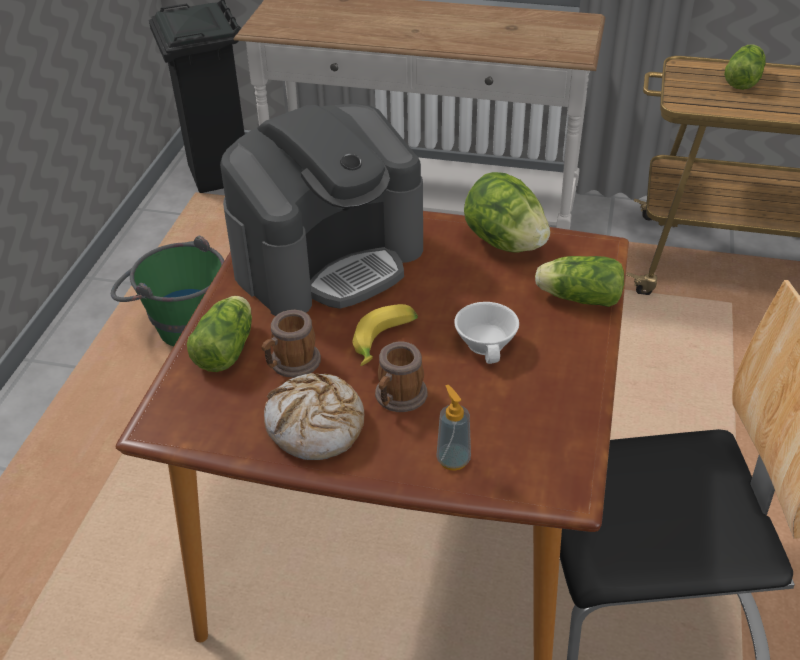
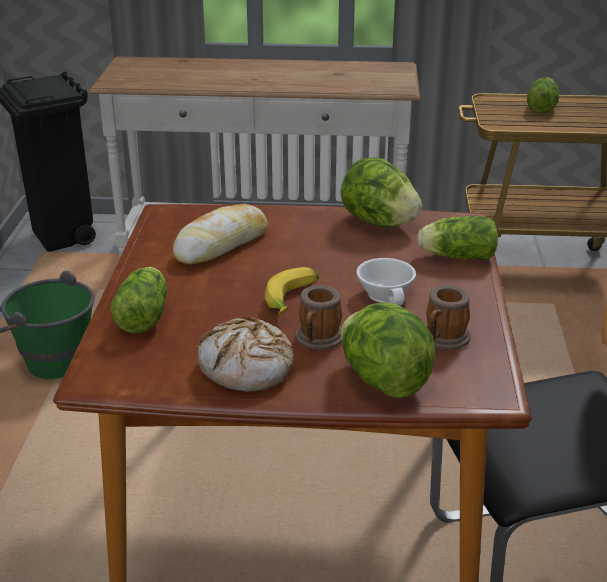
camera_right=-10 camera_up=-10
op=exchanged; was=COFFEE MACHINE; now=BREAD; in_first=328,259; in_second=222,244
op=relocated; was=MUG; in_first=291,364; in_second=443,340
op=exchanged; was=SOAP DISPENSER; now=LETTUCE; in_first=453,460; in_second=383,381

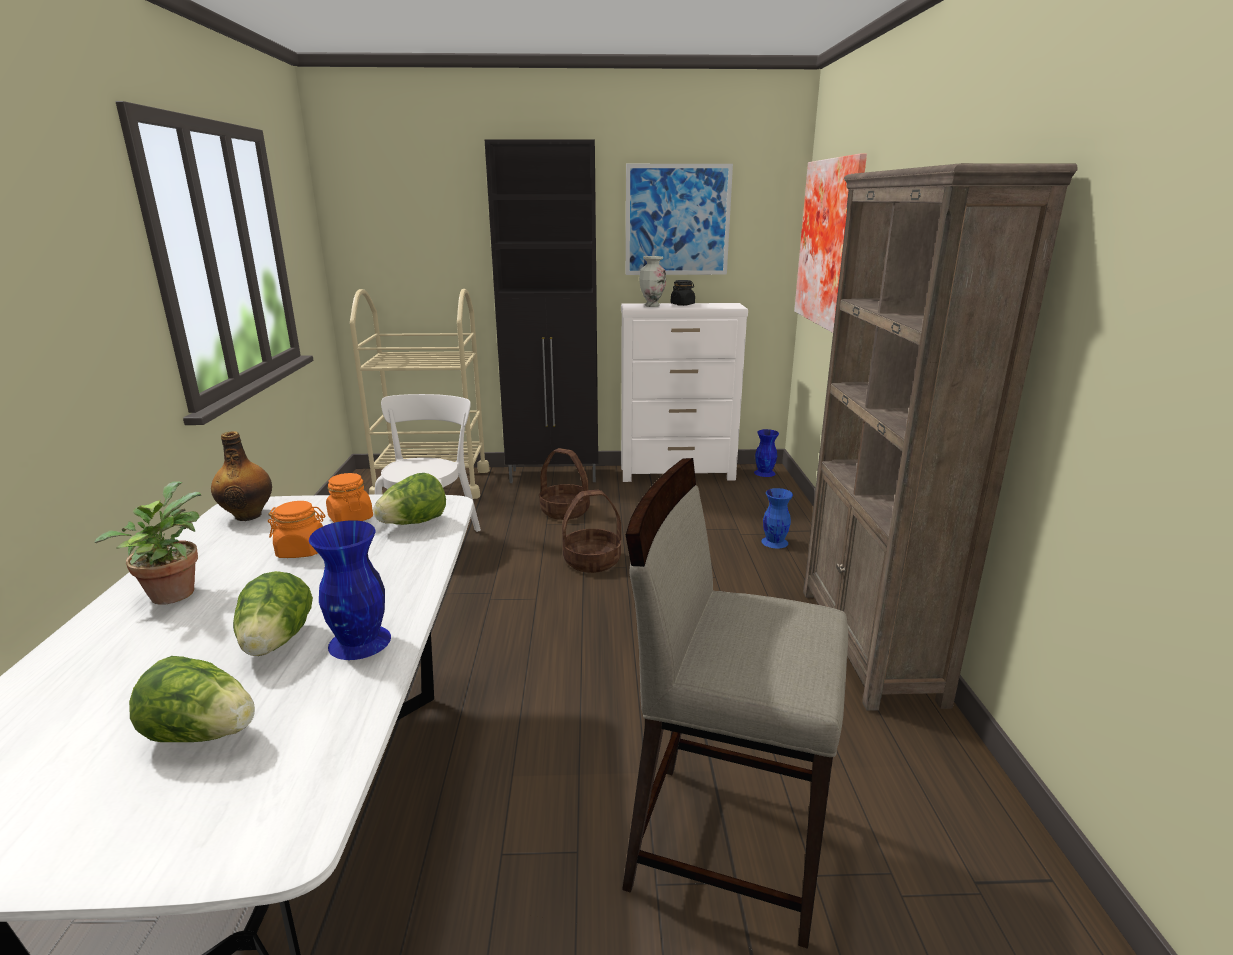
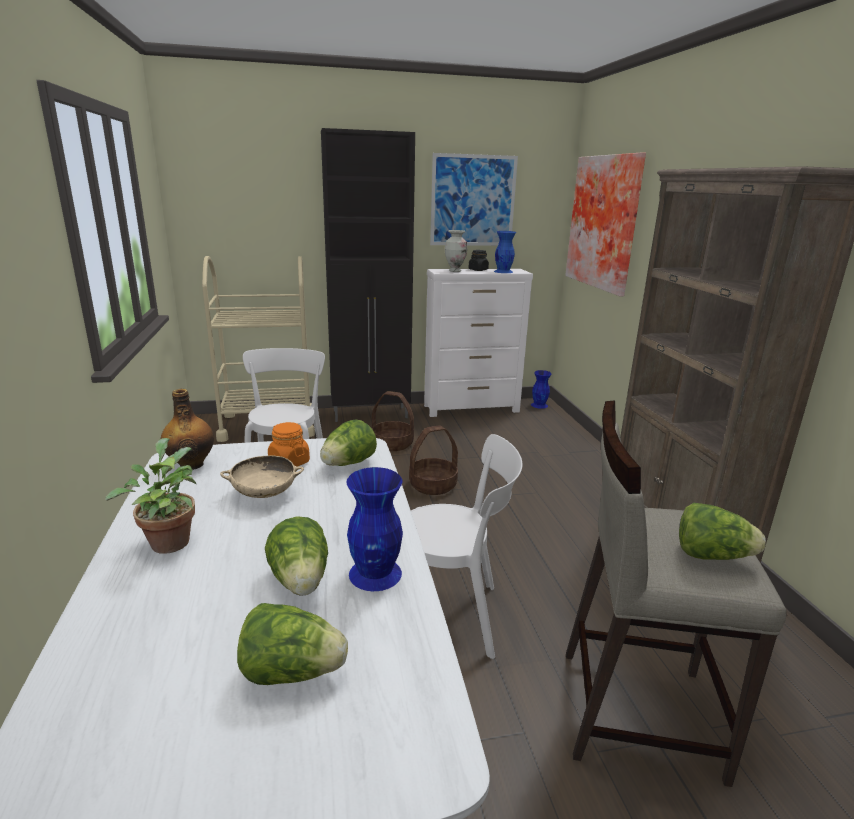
camera_right=-10 camera_up=0
op=relocated; was=BLUE VASE; in_first=775,542; in_second=503,271
op=exchanged; was=ORANGE JAR; now=BEIGE BOWL; in_first=302,550; in_second=264,494
op=appeared; now=WHITE CHAIR; in_second=452,615
op=appeared; now=LETTUCE; in_second=711,555

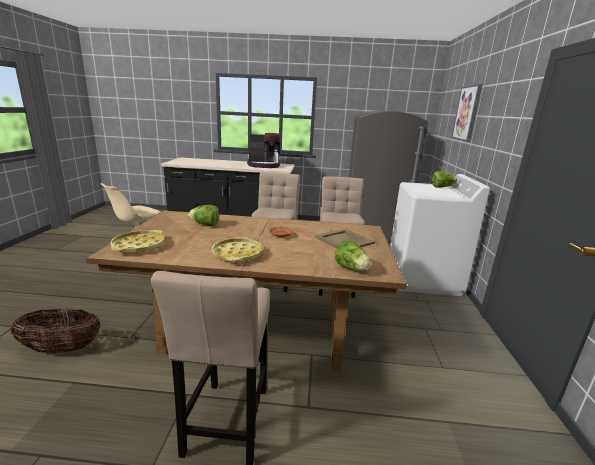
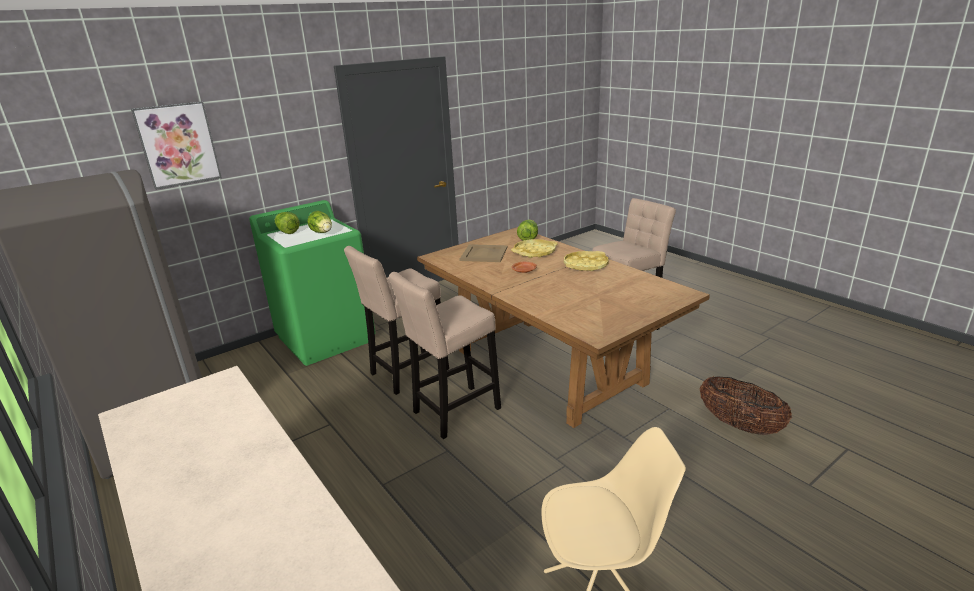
camera_right=-130 camera_up=5
op=missing; was=COFFEE MACHINE; in_first=264,165
op=colour; was=WHITE WASHING MACHINE; now=GREEN WASHING MACHINE; in_first=422,279; in_second=326,338
op=relocated; was=LETTUCE; in_first=205,225; in_second=322,233
op=relocated; was=YELLOW TRAY; in_first=139,246; in_second=534,252

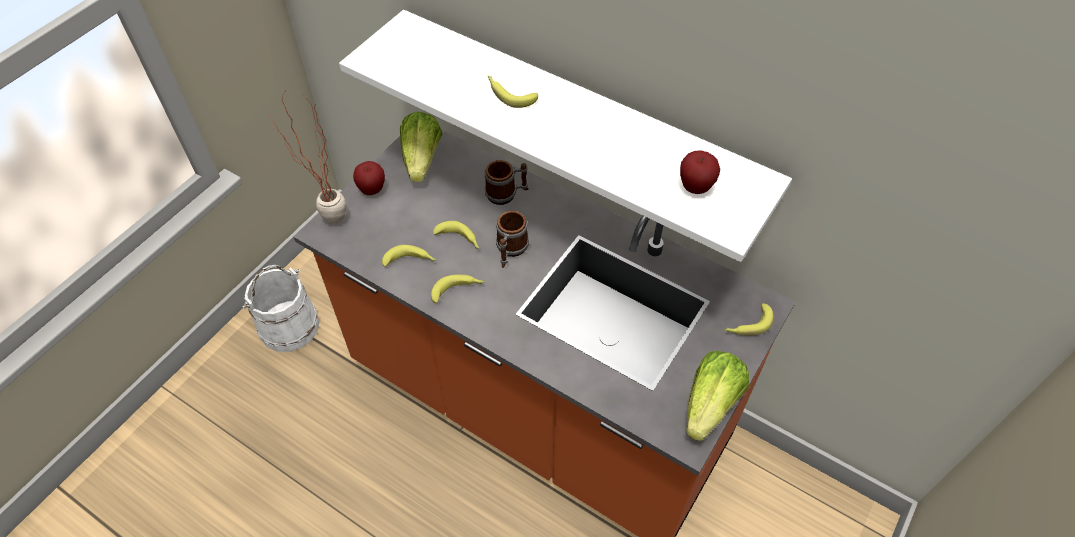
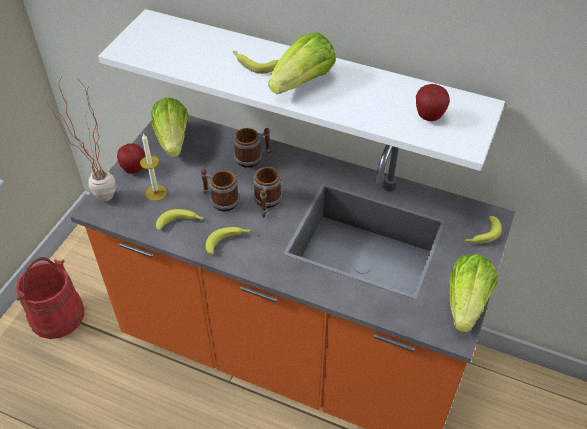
camera_right=-10 camera_up=-5
op=exchanged; was=BANANA; now=MUG; in_first=459,240; in_second=220,200
op=colour; was=WHITE BUCKET; now=RED BUCKET; in_first=289,326; in_second=57,315
op=appeared; now=LETTUCE; in_second=303,82
op=appeared; now=CANDLE; in_second=156,193

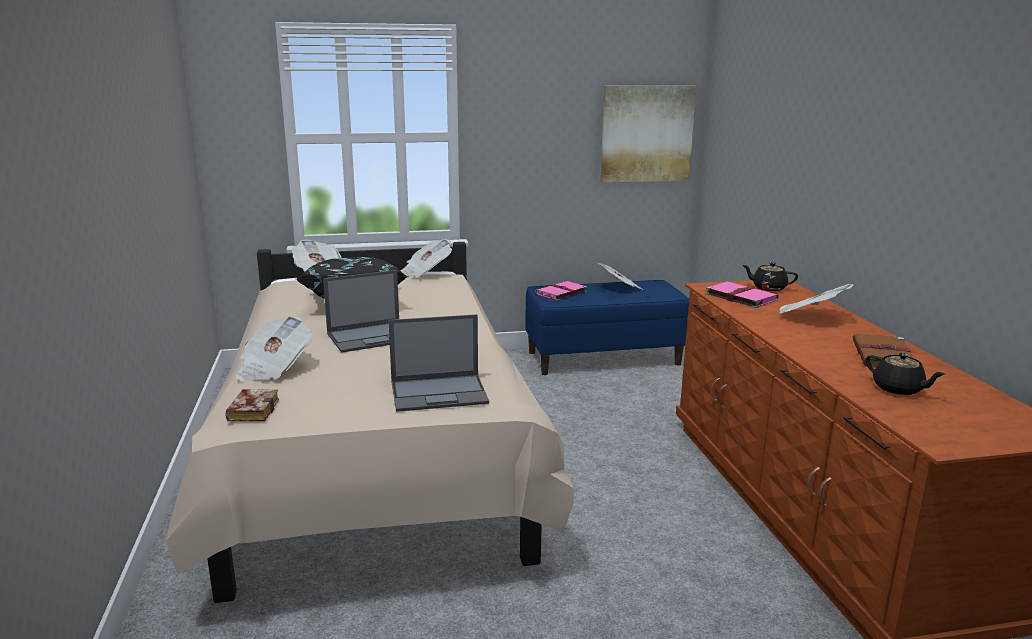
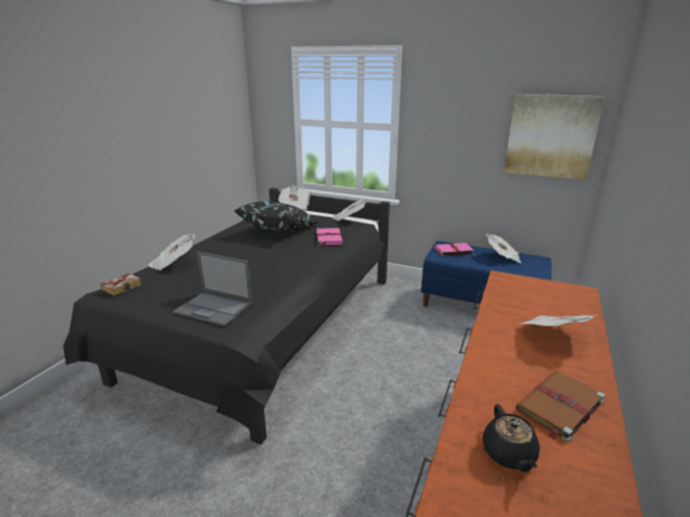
camera_right=35 camera_up=5
op=colour; was=BEIGE BED; now=BLACK BED; in_first=376,457; in_second=265,329
op=missing; was=BLACK TEAPOT; in_first=768,288
op=missing; was=LAPTOP; in_first=372,337
op=relocated; was=PINK BOOK; in_first=740,297; in_second=328,238

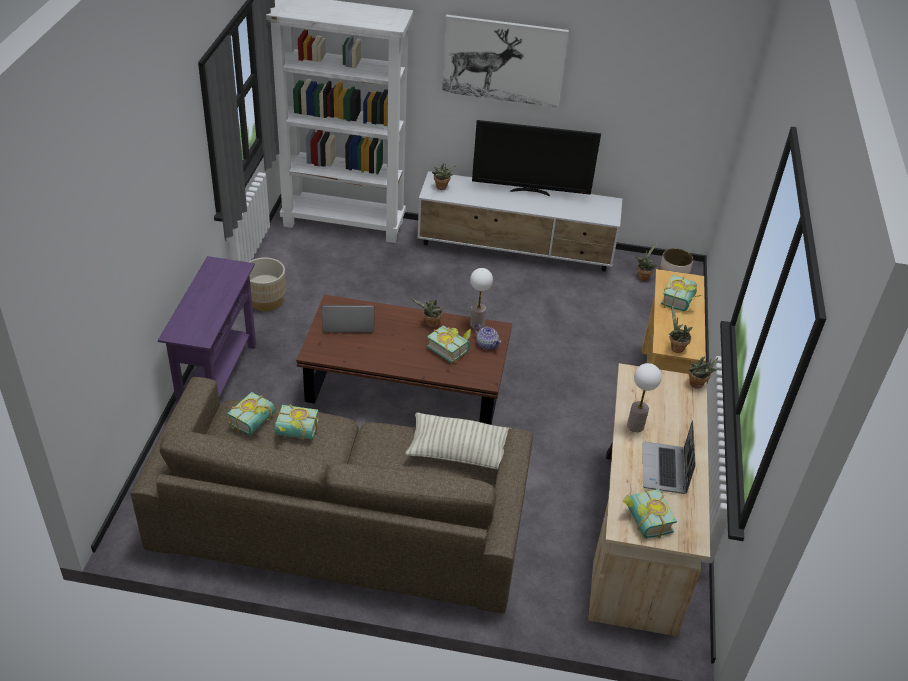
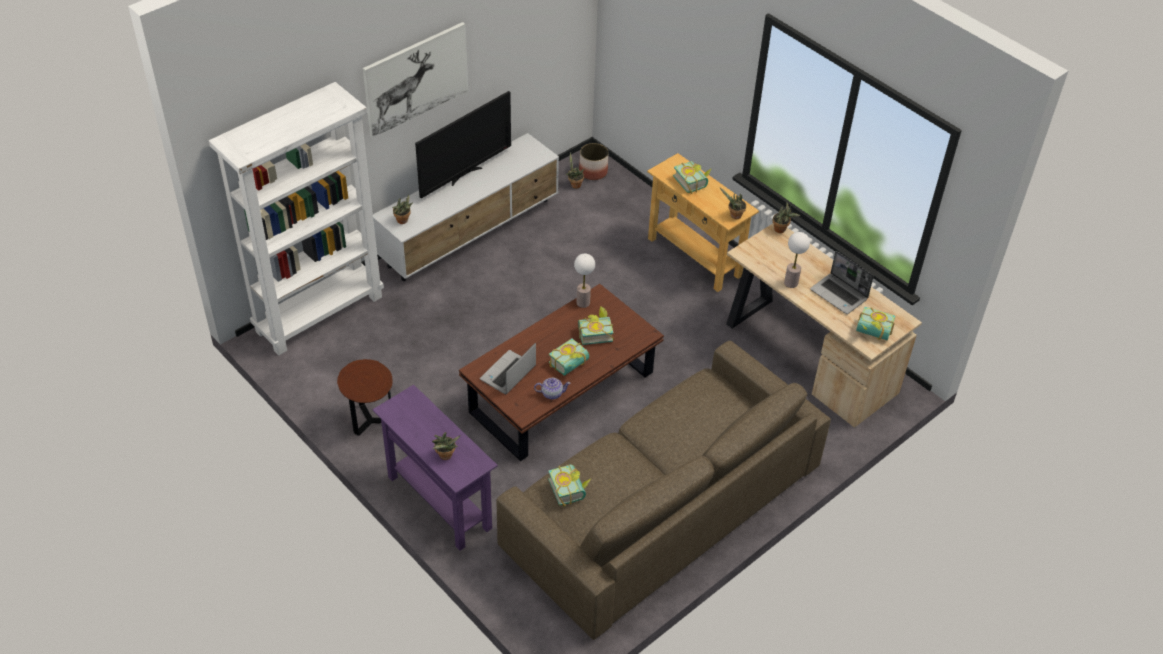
camera_right=-50 camera_up=5
op=exchanged; was=BEIGE PLANTER; now=BROWN SIDE TABLE; in_first=266,301; in_second=370,421
op=relocated; was=POTTED PLANT; in_first=430,324; in_second=445,457
op=relocated; was=TEAPOT; in_first=486,344; in_second=551,393
op=relocated; was=BOOK; in_first=296,433; in_second=571,365
op=missing; was=PILLOW; in_first=460,452

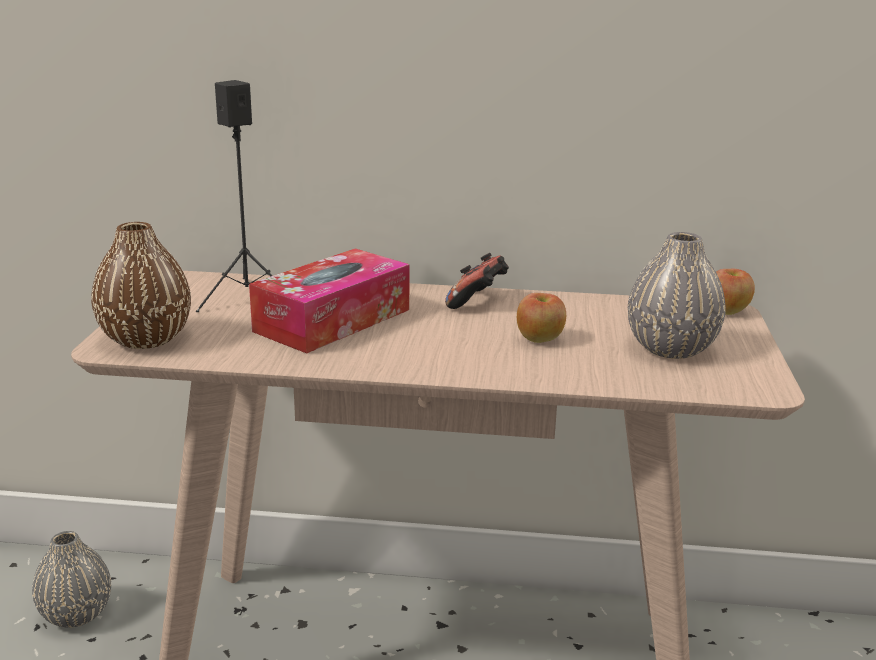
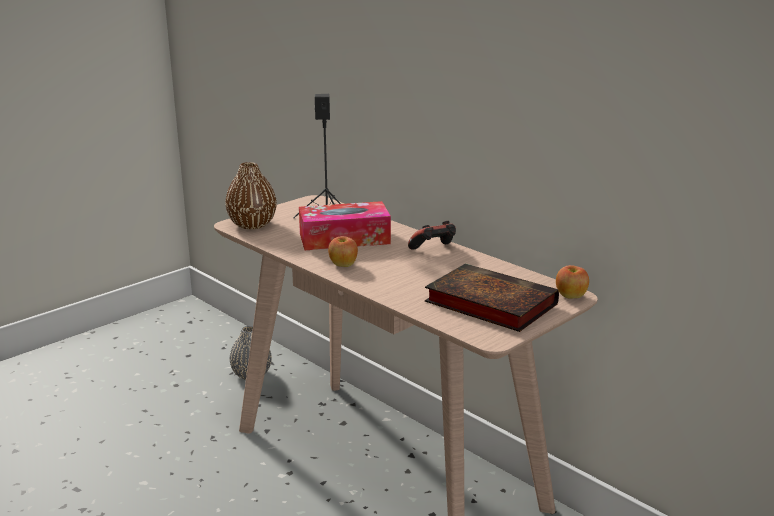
camera_right=40 camera_up=0
op=exchanged; was=GREY VASE; now=BOOK; in_first=670,348; in_second=487,303
op=relocated; was=APPLE; in_first=539,339; in_second=343,265

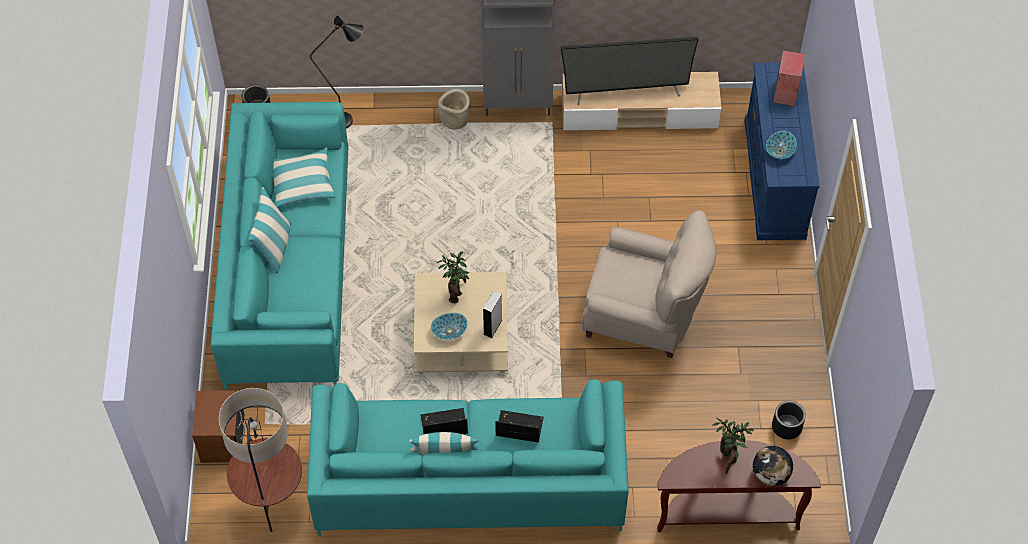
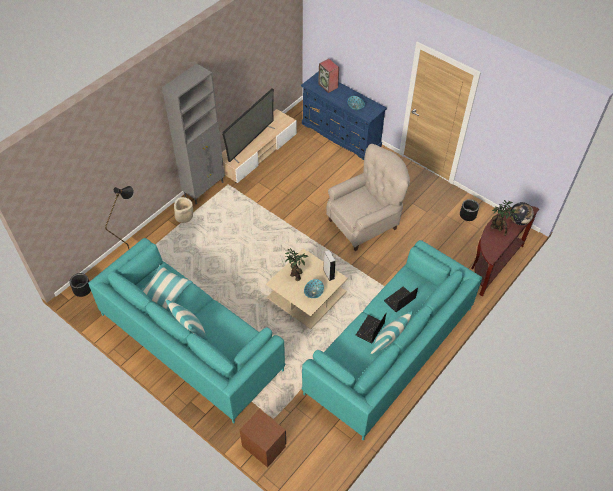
camera_right=-50 camera_up=-5
op=missing; was=FLOOR LAMP; in_first=272,504

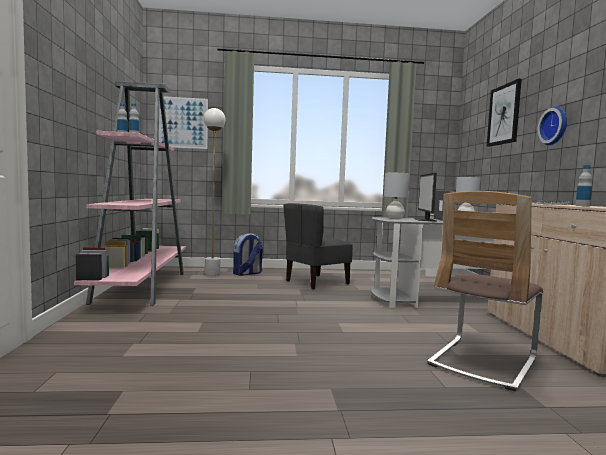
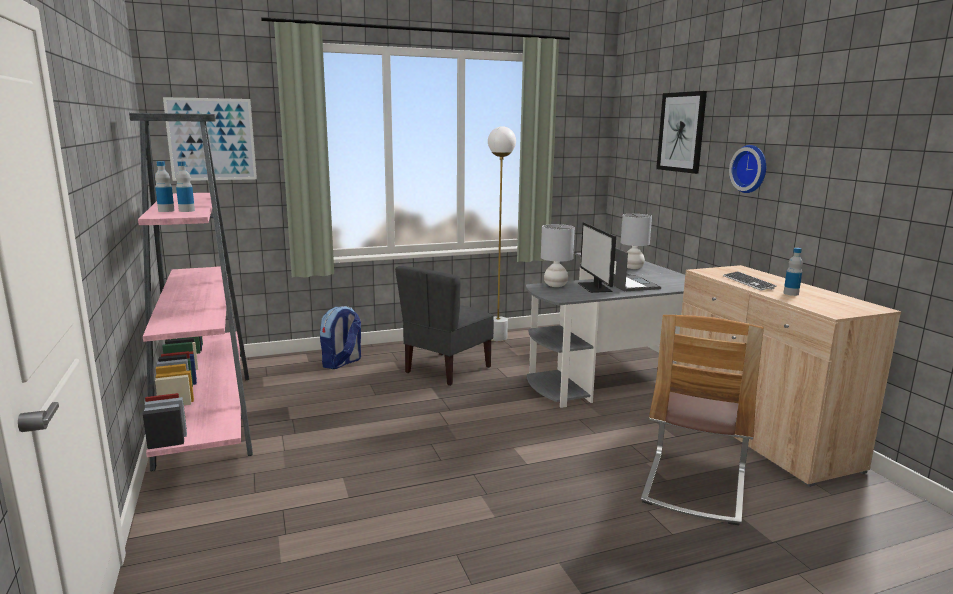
camera_right=-15 camera_up=10
op=relocated; was=WHITE FLOOR LAMP; in_first=212,274; in_second=497,338

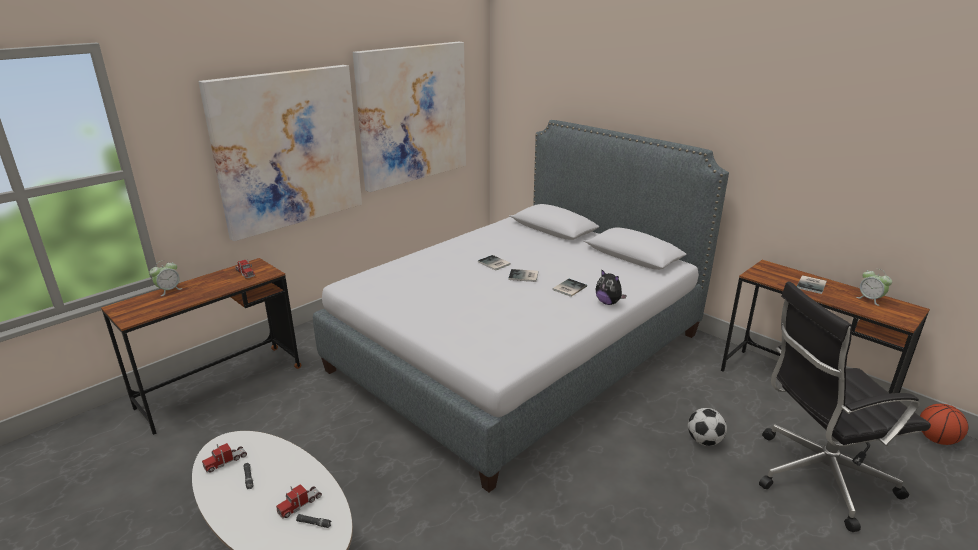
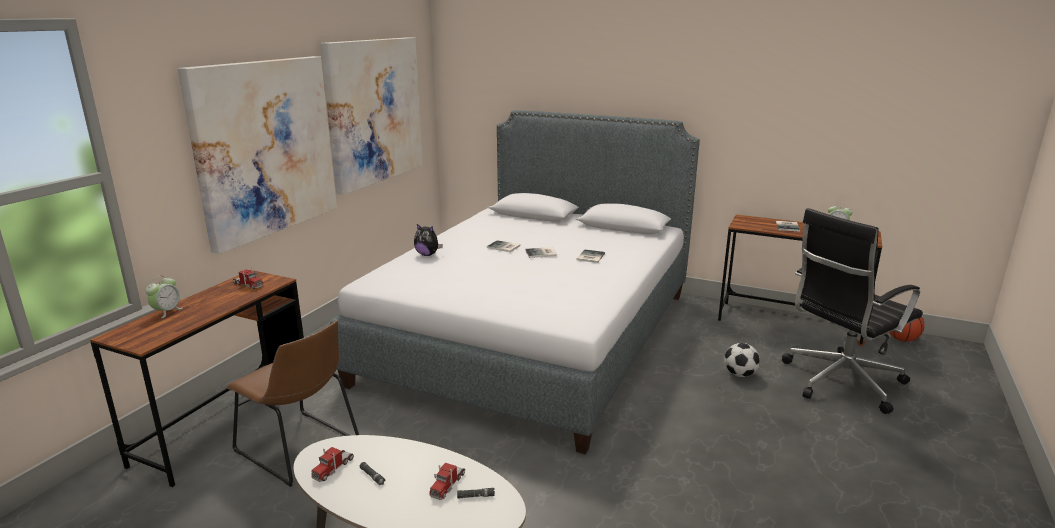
camera_right=-20 camera_up=-5
op=relocated; was=PLUSH TOY; in_first=608,302; in_second=427,254
op=appeared; now=BROWN CHAIR; in_second=301,449

